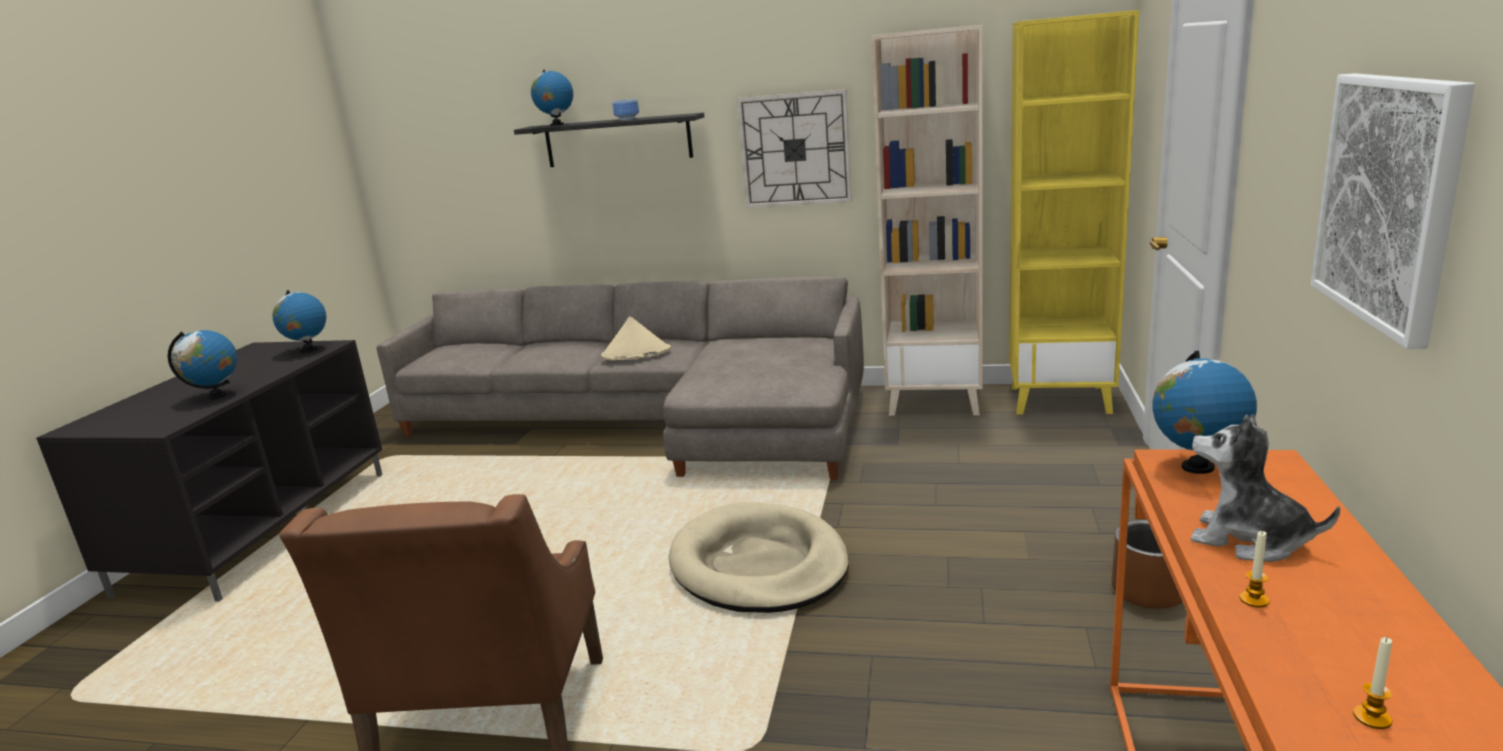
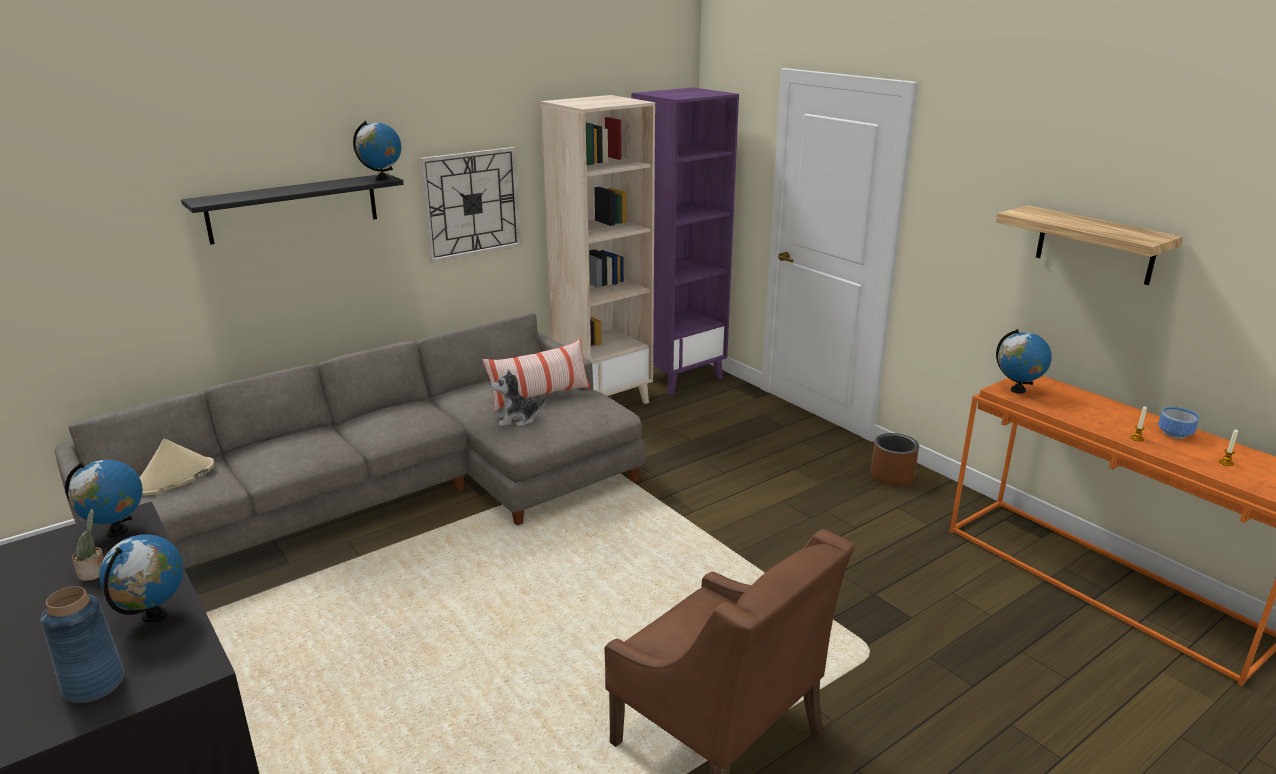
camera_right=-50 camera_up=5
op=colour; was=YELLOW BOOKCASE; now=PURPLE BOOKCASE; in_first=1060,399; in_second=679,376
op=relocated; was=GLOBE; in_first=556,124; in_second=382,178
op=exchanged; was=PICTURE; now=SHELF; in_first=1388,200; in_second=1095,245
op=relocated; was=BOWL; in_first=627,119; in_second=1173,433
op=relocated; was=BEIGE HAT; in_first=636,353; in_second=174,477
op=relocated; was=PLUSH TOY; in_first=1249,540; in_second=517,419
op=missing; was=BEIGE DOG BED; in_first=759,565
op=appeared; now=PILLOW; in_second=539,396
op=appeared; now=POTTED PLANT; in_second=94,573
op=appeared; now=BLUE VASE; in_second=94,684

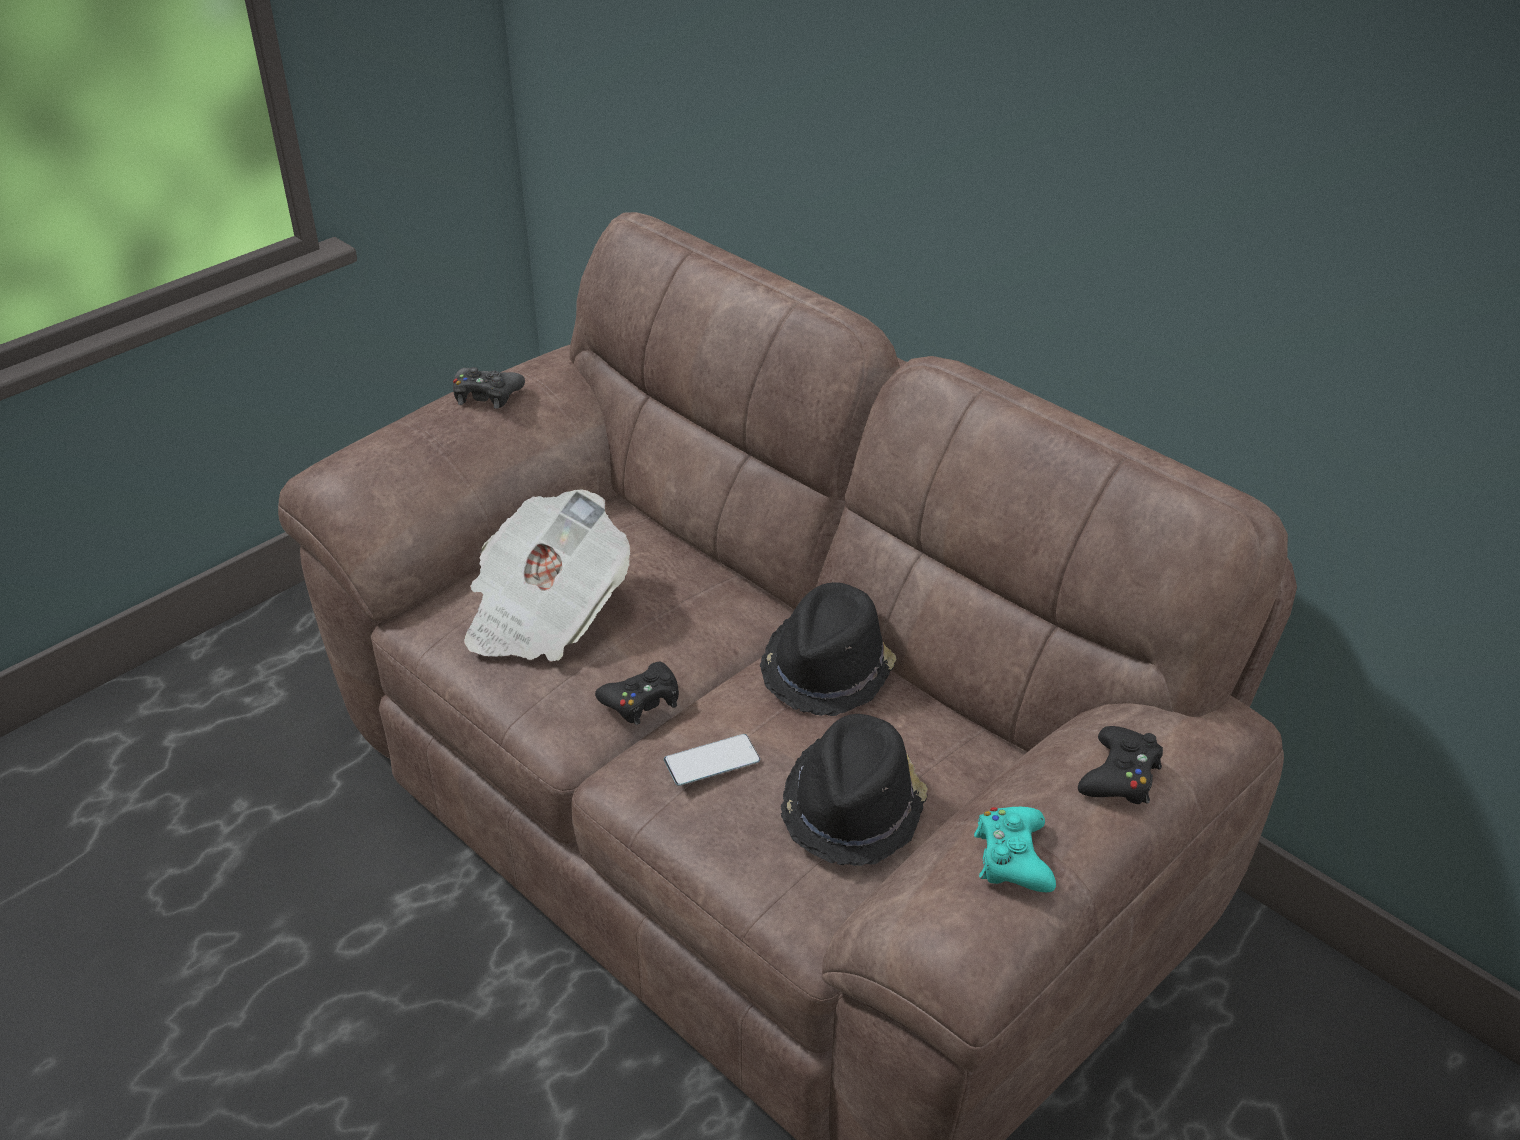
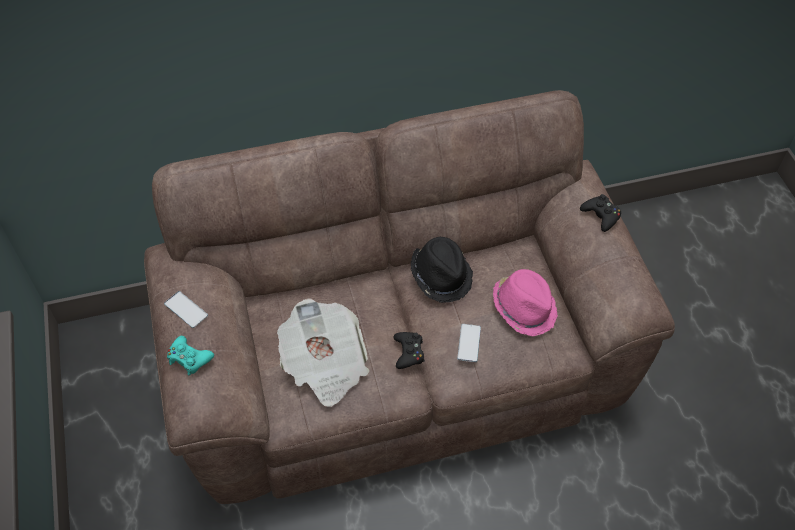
camera_right=-60 camera_up=15
op=exchanged; was=BLACK GAME CONTROLLER; now=PHONE; in_first=486,395; in_second=186,309
op=colour; was=BLACK HAT; now=PINK HAT; in_first=854,808; in_second=524,308
op=relocated; was=TURQUOISE GAME CONTROLLER; in_first=1012,858; in_second=189,358

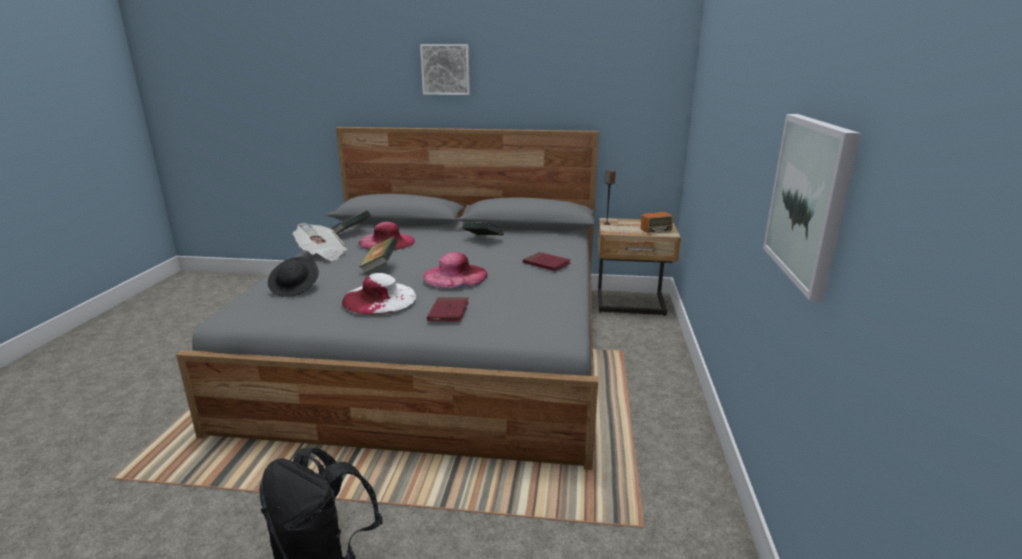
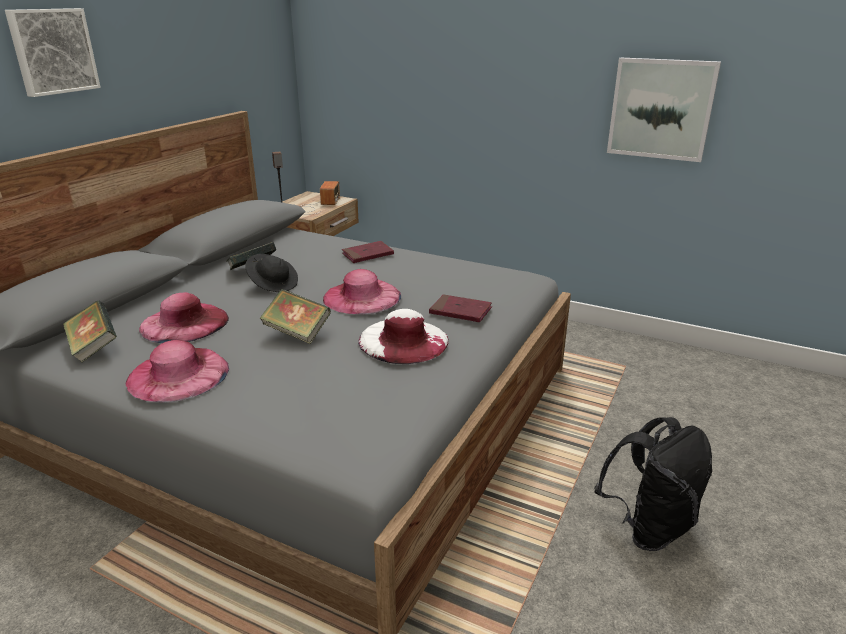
camera_right=-70 camera_up=5
op=exchanged; was=NEWSPAPER; now=PINK HAT; in_first=322,254; in_second=178,374
op=relocated; was=BLACK HAT; in_first=295,288; in_second=273,284

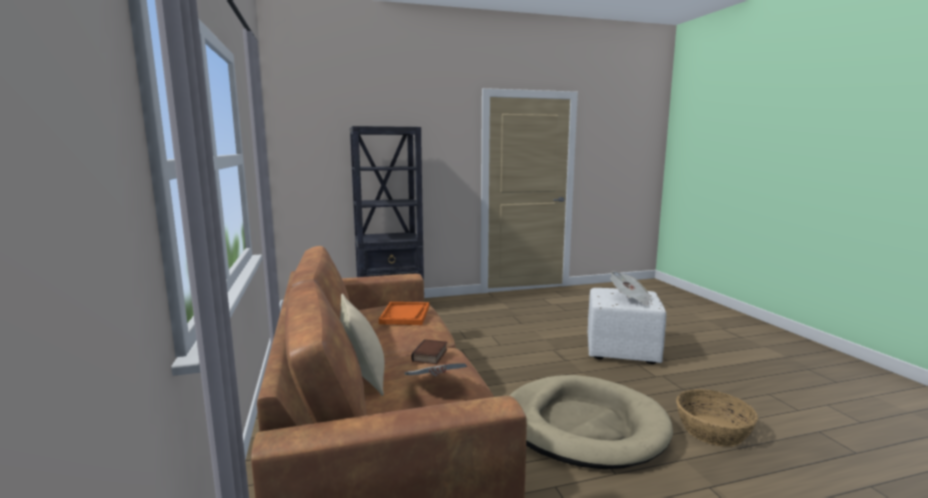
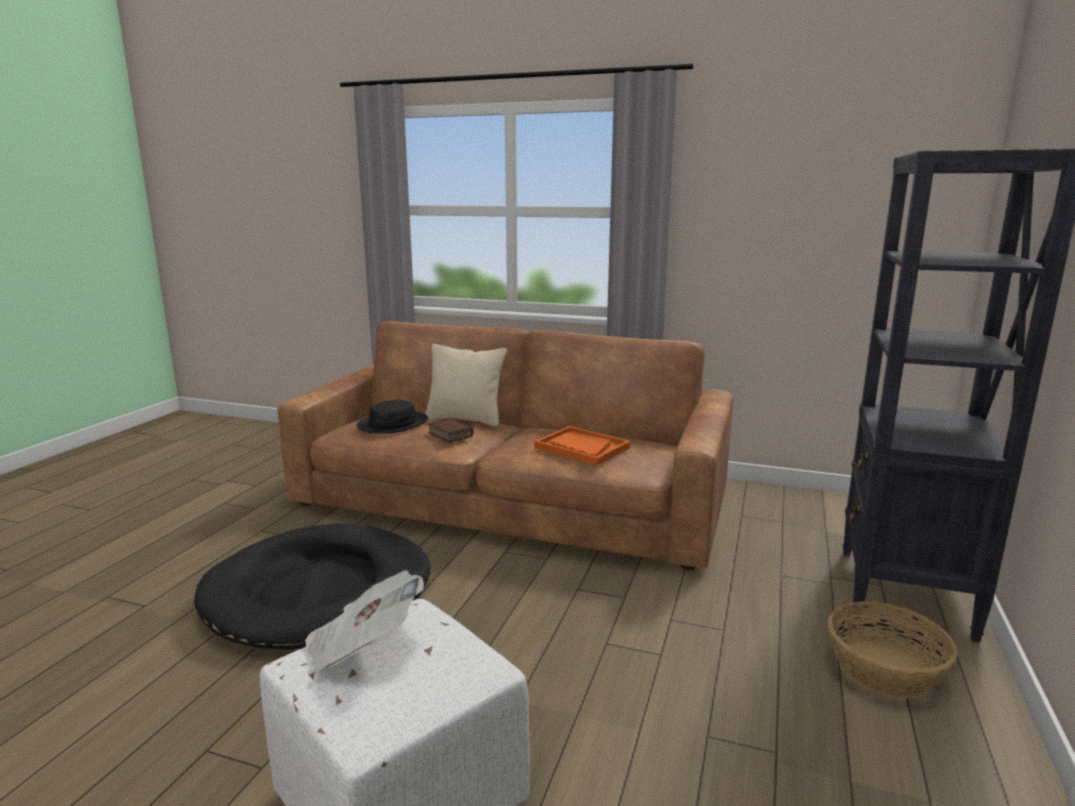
camera_right=125 camera_up=5
op=exchanged; was=NEWSPAPER; now=BLACK HAT; in_first=435,386; in_second=393,424
op=colour; was=BEIGE DOG BED; now=BLACK DOG BED; in_first=583,426; in_second=320,592
op=relocated; was=BASKET; in_first=713,430; in_second=885,670

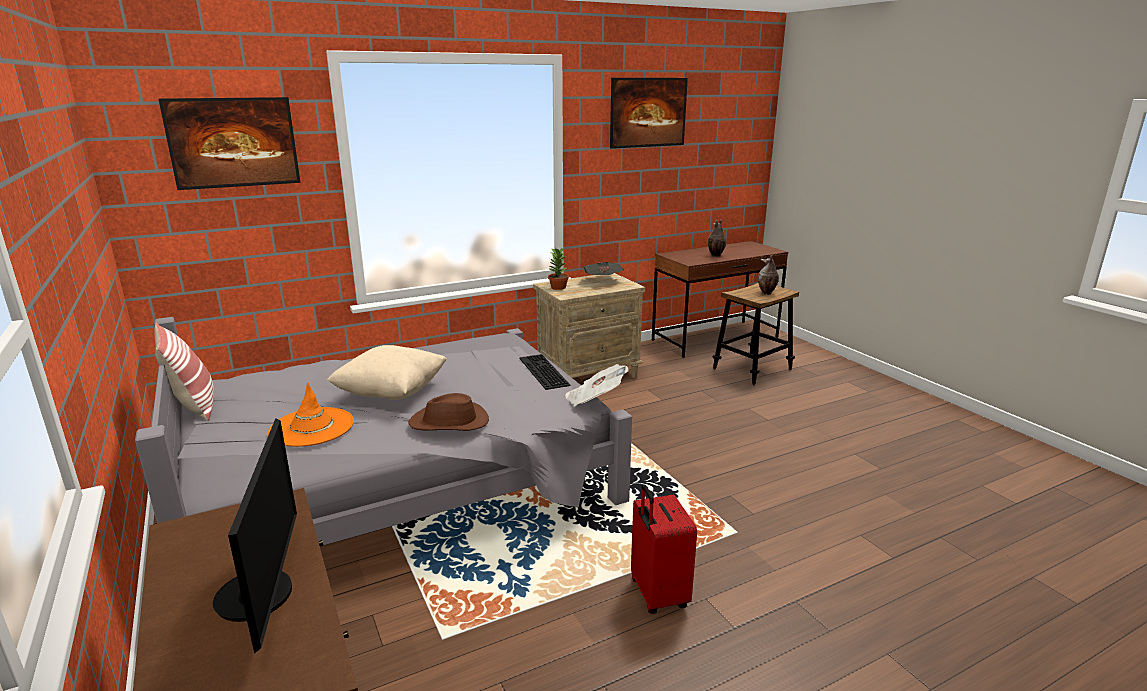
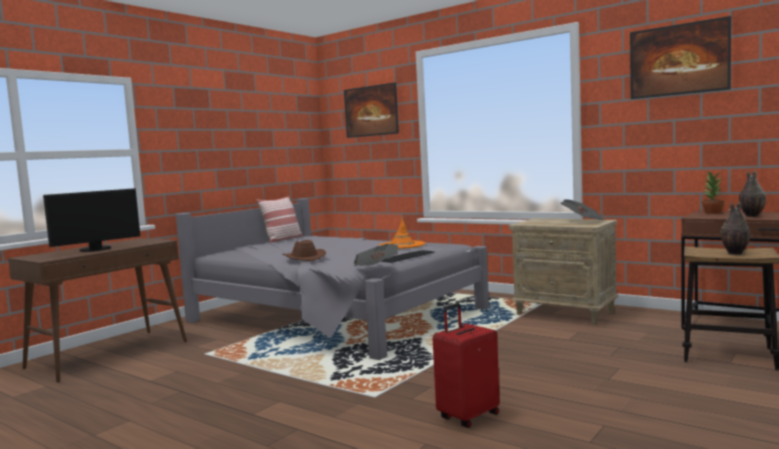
camera_right=65 camera_up=-15
op=relocated; was=POTTED PLANT; in_first=558,287; in_second=712,212
op=missing; was=BEIGE PILLOW; in_first=391,393
op=relocated; was=ORANGE HAT; in_first=311,427; in_second=402,245
op=relocated; was=RED SUITCASE; in_first=657,595; in_second=467,416

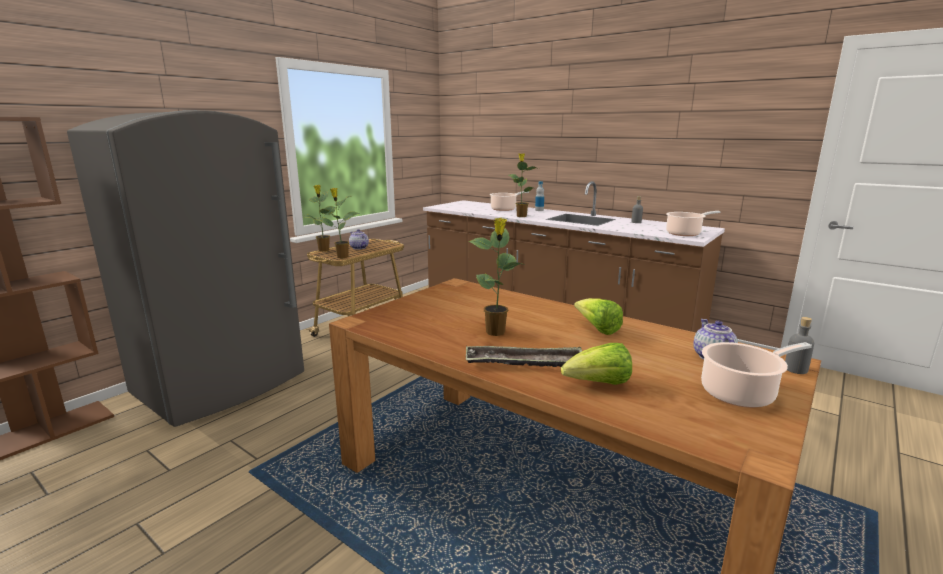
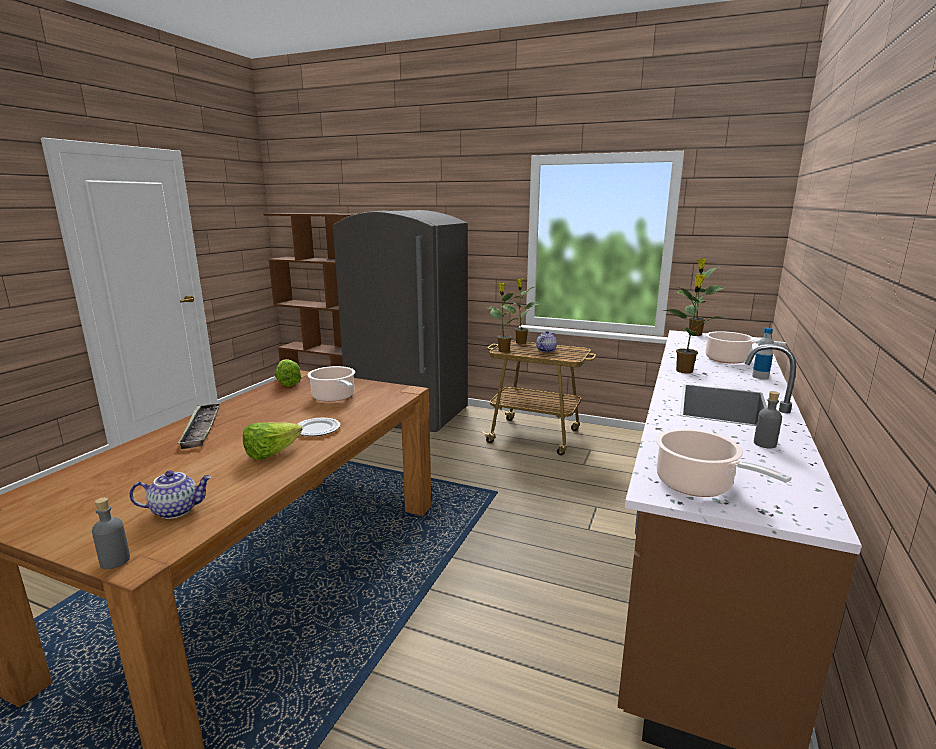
camera_right=75 camera_up=0
op=relocated; was=POTTED PLANT; in_first=496,332; in_second=694,334
op=relocated; was=COOKING POT; in_first=741,393; in_second=334,397
op=relocated; was=LETTUCE; in_first=598,384; in_second=287,382
op=appeared; now=PLATE; in_second=317,429

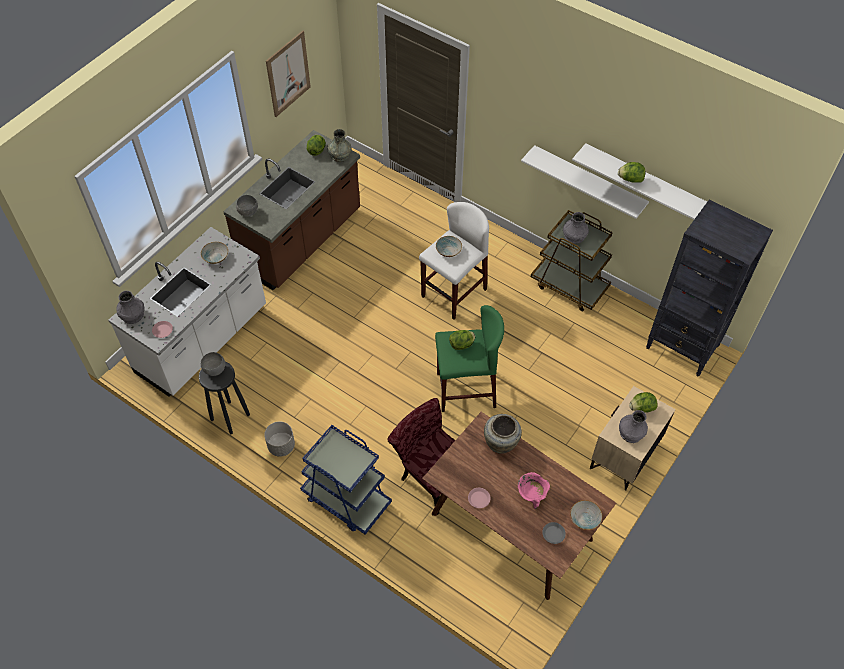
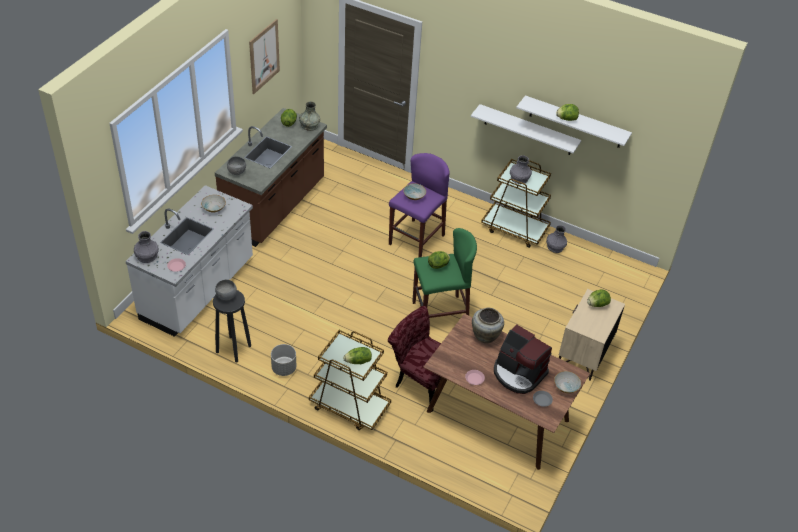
camera_right=-10 camera_up=-10
op=missing; was=BLACK BOOKCASE; in_first=683,347
op=colour; was=WHITE STOOL; now=PURPLE STOOL; in_first=454,293; in_second=416,240
op=relocated; was=GREY VASE; in_first=631,433; in_second=555,247
op=colour; was=BLUE CART; now=BROWN CART; in_first=346,499; in_second=349,406
op=exchanged; was=PINK COOKING POT; now=COFFEE MACHINE; in_first=531,496; in_second=518,373
op=appeared; now=LETTUCE; in_second=358,361

